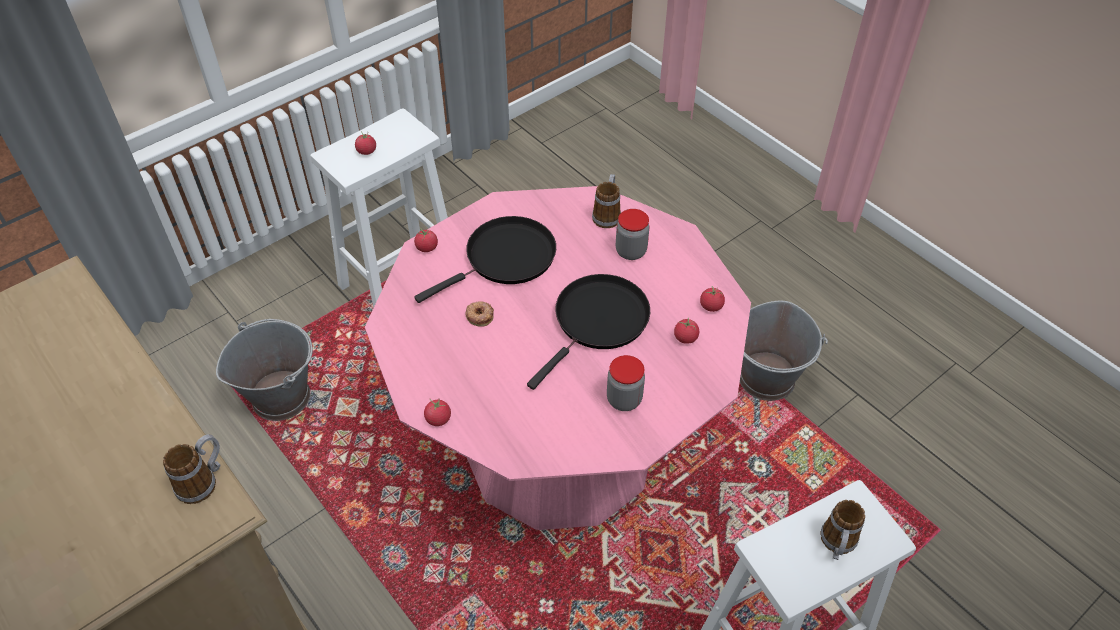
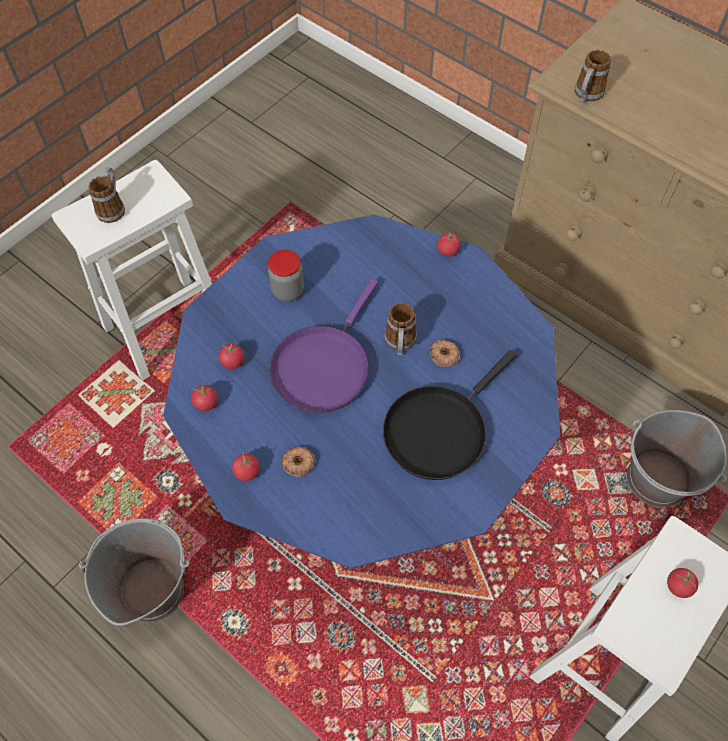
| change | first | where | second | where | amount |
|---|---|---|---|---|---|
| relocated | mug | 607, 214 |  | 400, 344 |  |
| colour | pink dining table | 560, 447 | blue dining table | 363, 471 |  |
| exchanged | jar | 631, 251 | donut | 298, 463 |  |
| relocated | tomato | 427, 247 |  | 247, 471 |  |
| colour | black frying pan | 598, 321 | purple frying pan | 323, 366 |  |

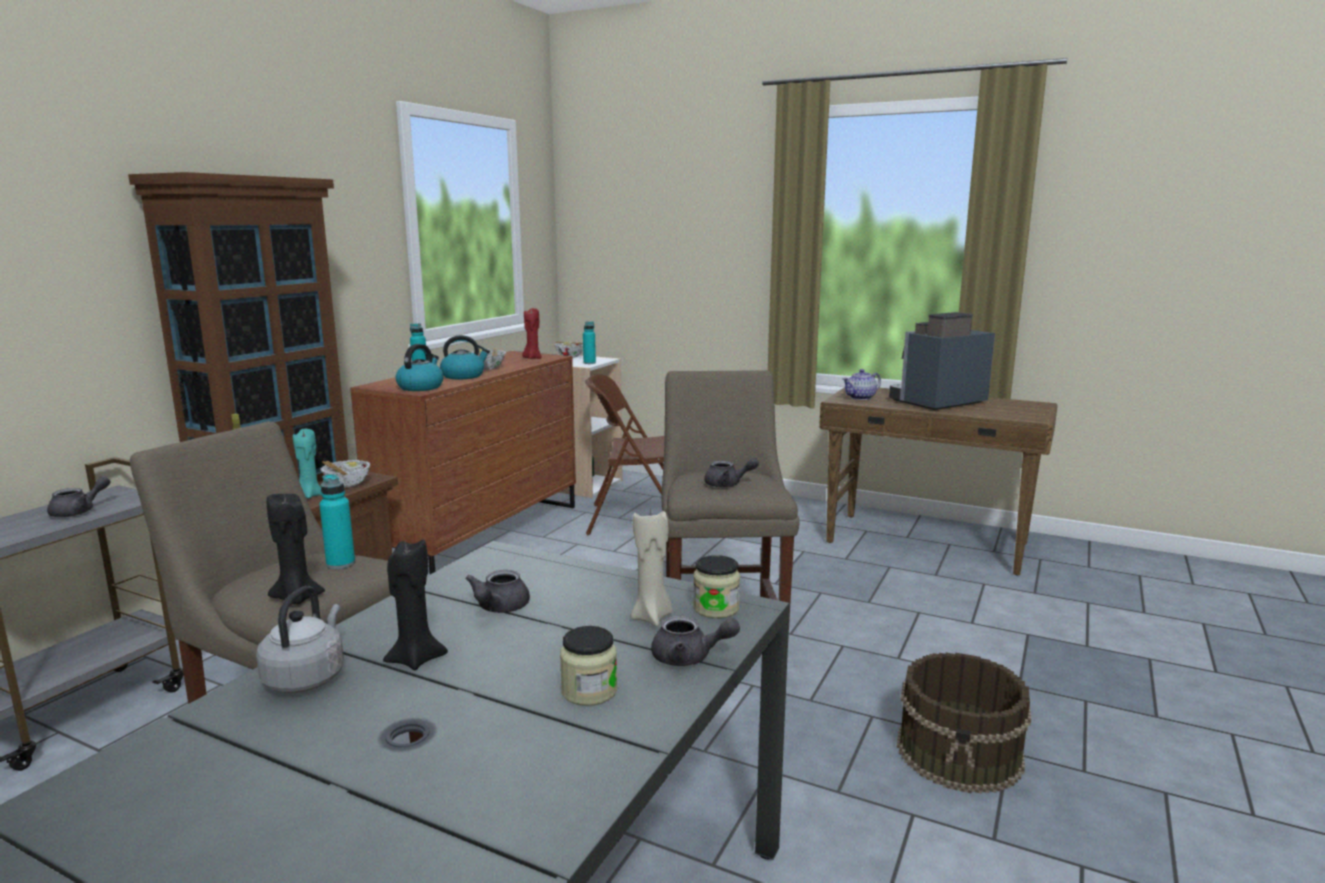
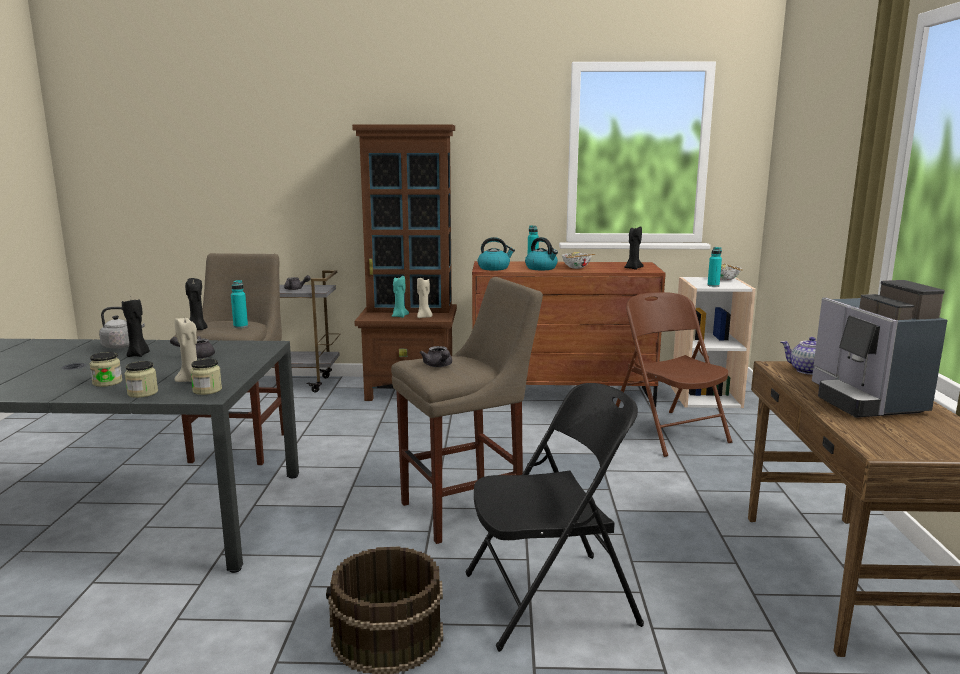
| change | first | where | second | where | amount |
|---|---|---|---|---|---|
| colour | red candle | 532, 358 | black candle | 633, 268 |  |
| spun | coffee machine | 937, 402 |  | 864, 401 | 135 degrees counterclockwise |
| exchanged | bowl | 346, 485 | beige candle | 424, 317 |  |
| exchanged | grey teapot | 689, 658 | jar | 142, 393 |  |
| appeared |  |  | black chair | 549, 599 |  |

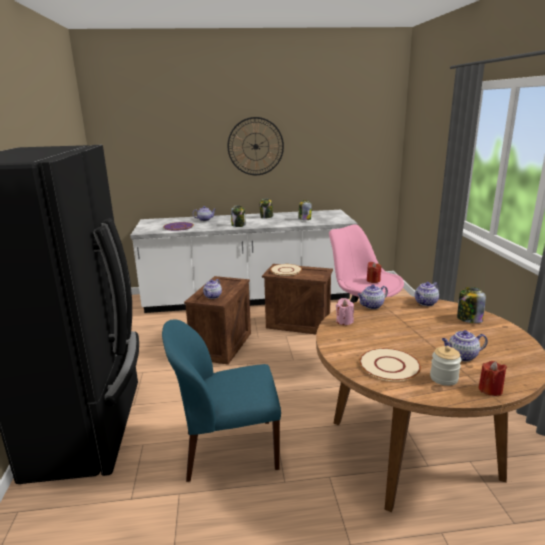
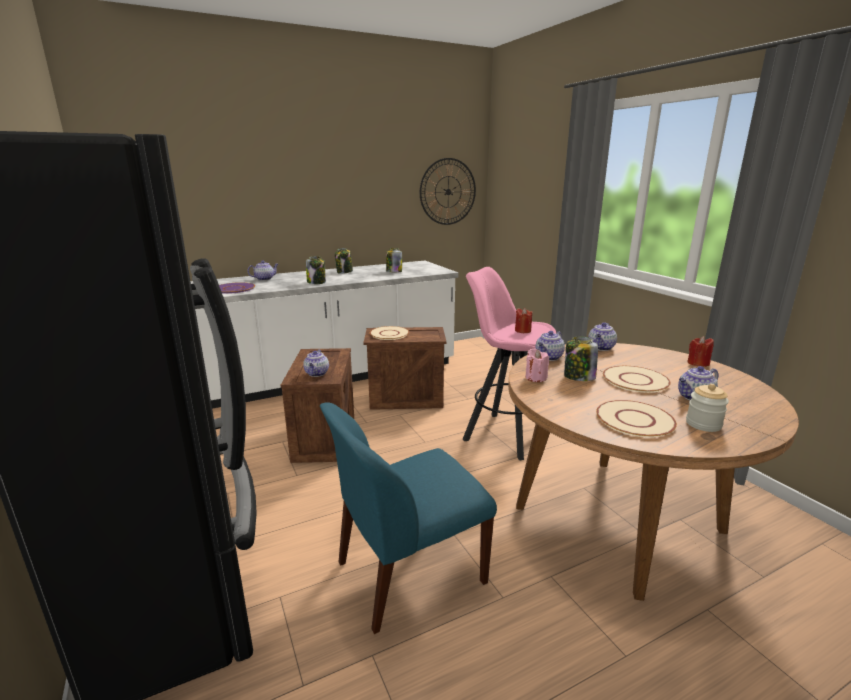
| change | first | where | second | where | amount |
|---|---|---|---|---|---|
| relocated | wall clock | 255, 146 |  | 448, 192 |  |
| relocated | jar | 469, 319 |  | 578, 377 |  |
| relocated | red candle | 490, 389 |  | 698, 363 |  |
| appeared |  |  | beige plate | 635, 380 |  |

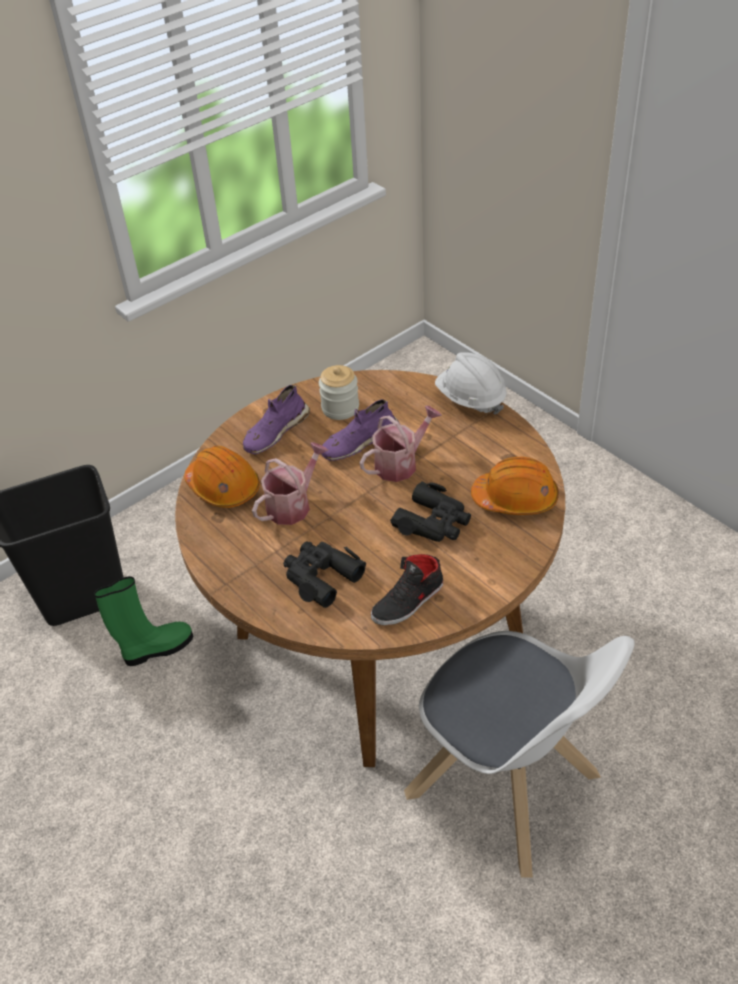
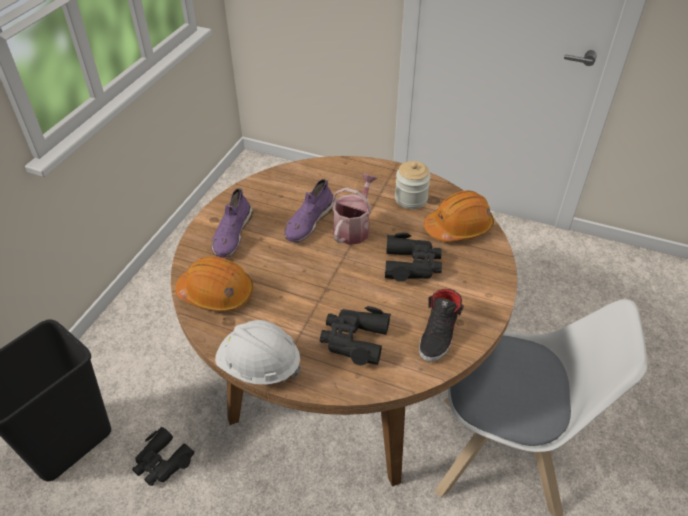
| change | first | where | second | where | amount |
|---|---|---|---|---|---|
| relocated | white hard hat | 470, 399 |  | 259, 366 |  |
| relocated | jar | 340, 408 |  | 411, 199 |  |
| missing | watering can | 293, 504 |  |  |  |
| exchanged | green boot | 156, 649 | black binoculars | 162, 462 |  |

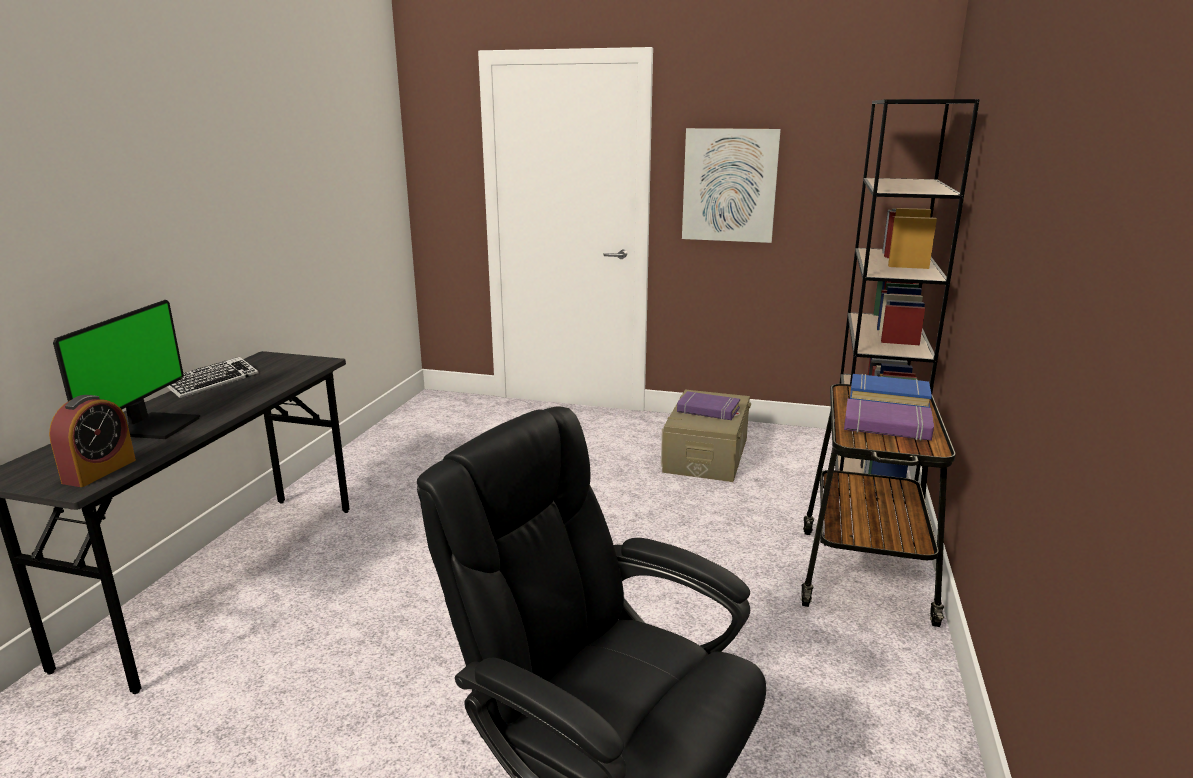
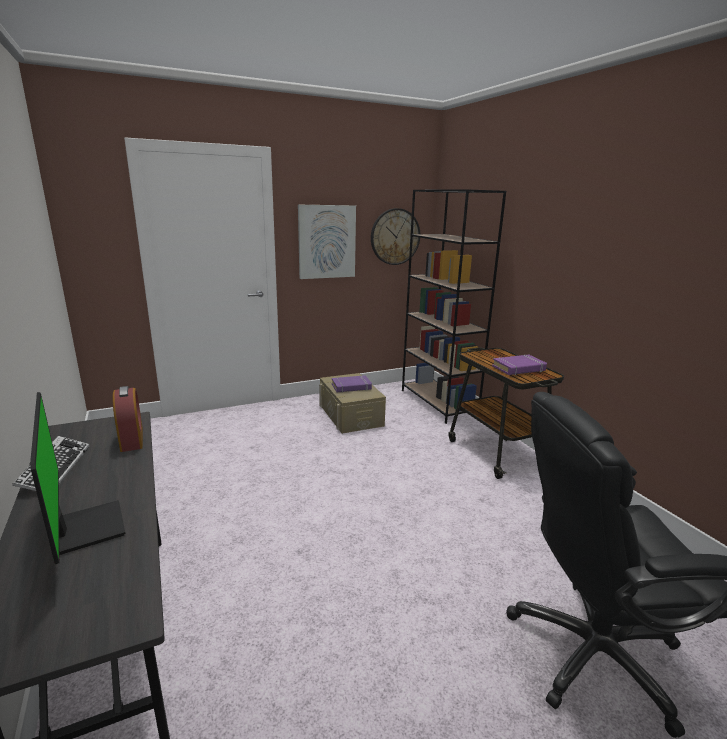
| change | first | where | second | where | amount |
|---|---|---|---|---|---|
| missing | blue book | 888, 397 |  |  |  |
| relocated | alarm clock | 99, 471 |  | 132, 439 |  |
| appeared |  |  | wall clock | 395, 236 |  |

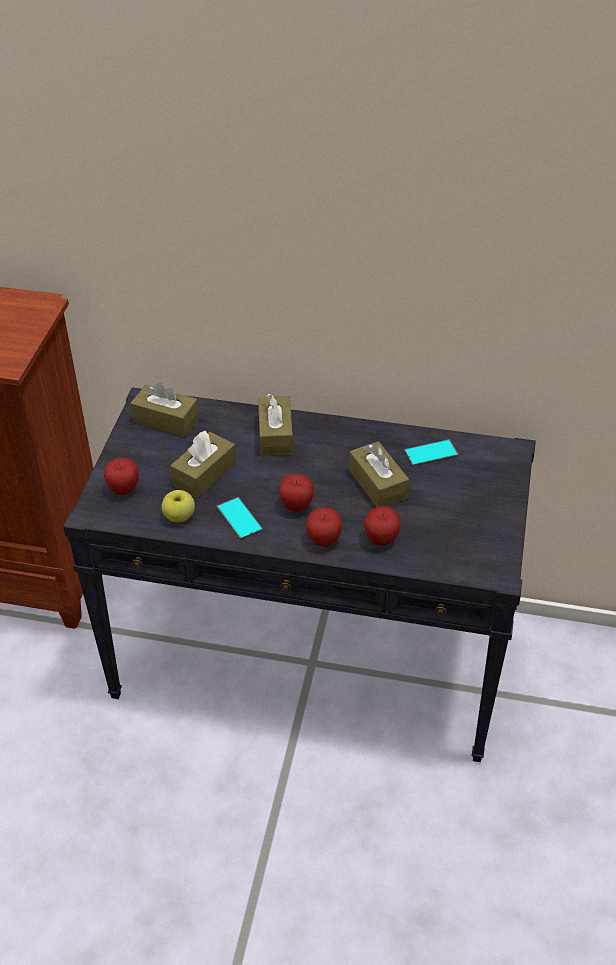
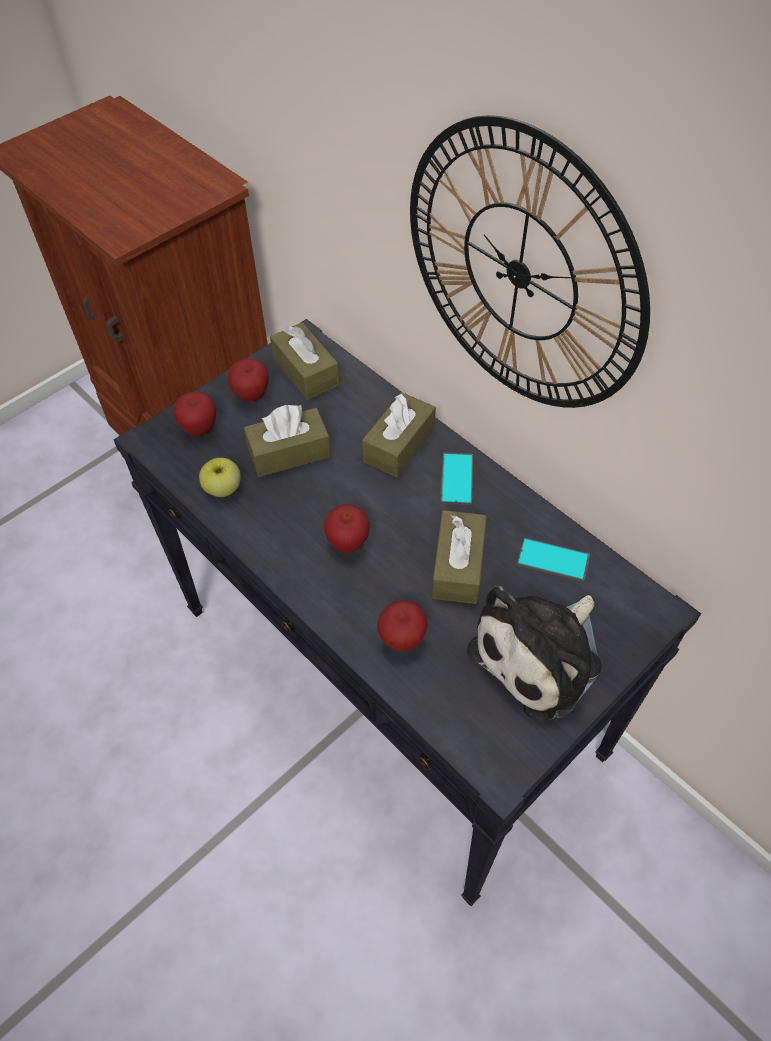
| change | first | where | second | where | amount |
|---|---|---|---|---|---|
| relocated | phone | 239, 519 |  | 456, 479 |  |
| relocated | apple | 324, 541 |  | 251, 396 |  |
| appeared |  |  | wall clock | 519, 273 |  |
| appeared |  |  | plush toy | 541, 655 |  |

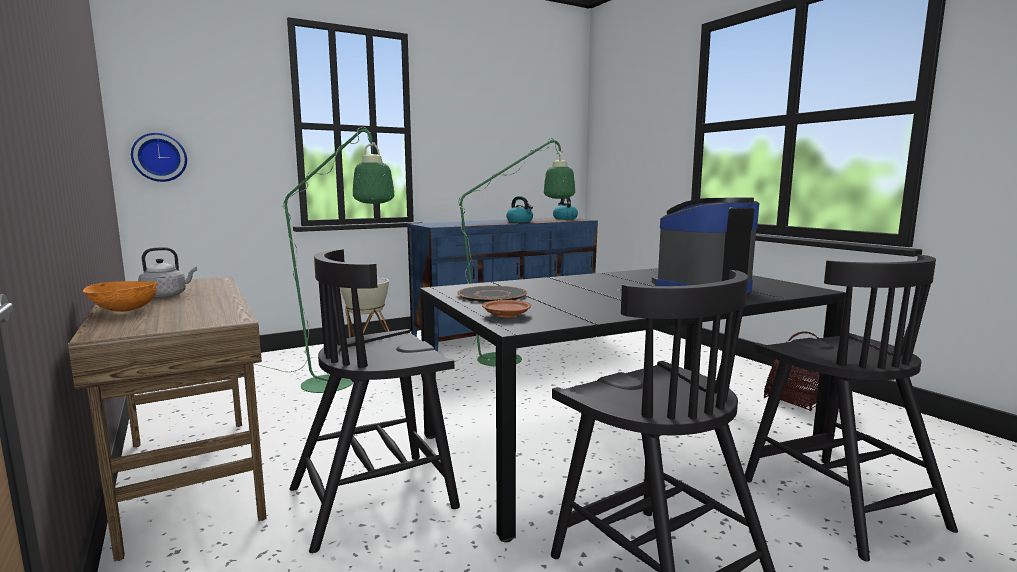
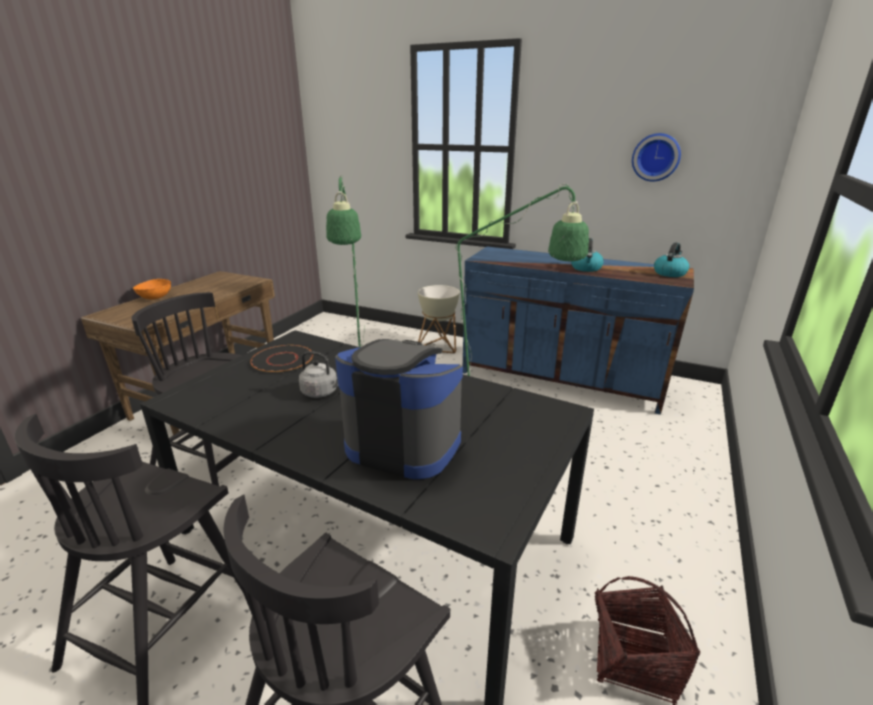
| change | first | where | second | where | amount |
|---|---|---|---|---|---|
| relocated | wall clock | 159, 157 |  | 656, 157 |  |
| relocated | grey kettle | 167, 295 |  | 321, 392 |  |
| missing | brown plate | 506, 315 |  |  |  |

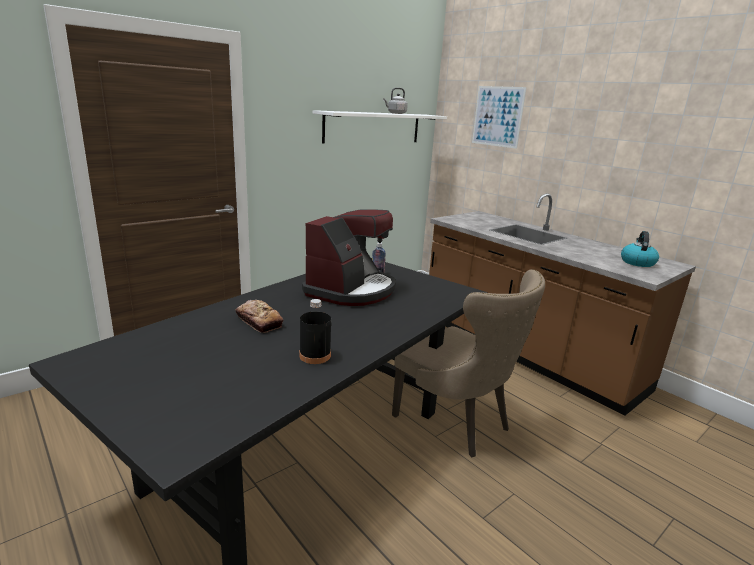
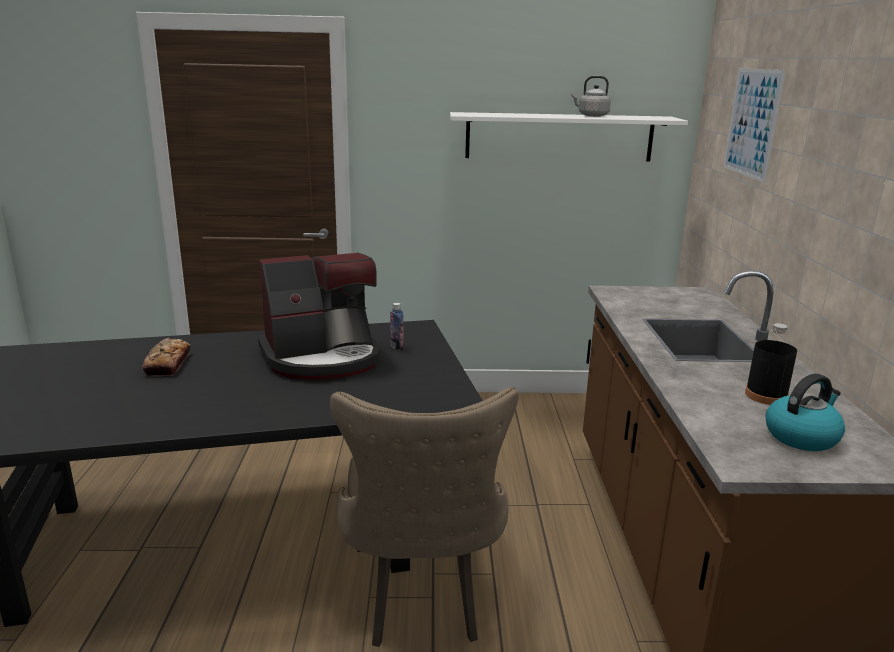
| change | first | where | second | where | amount |
|---|---|---|---|---|---|
| relocated | black bottle | 315, 356 |  | 766, 396 |  |

